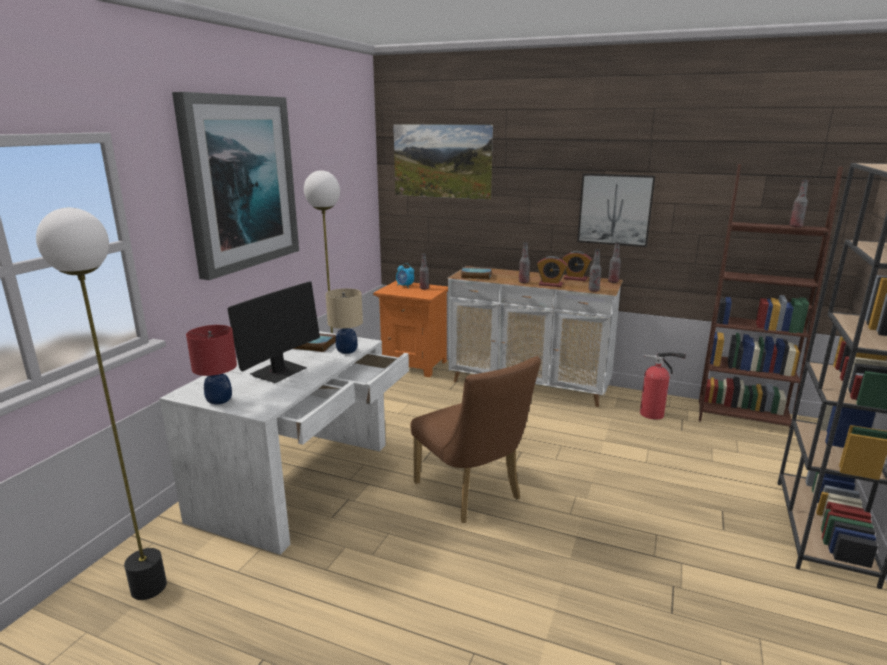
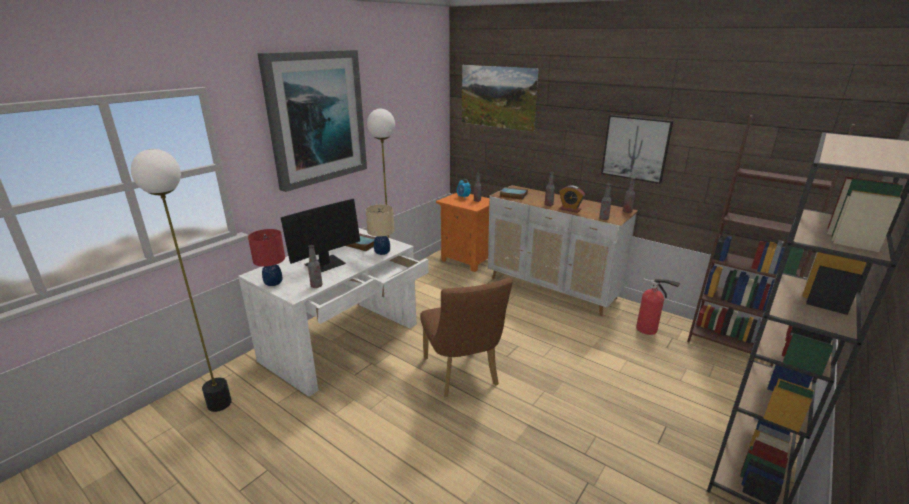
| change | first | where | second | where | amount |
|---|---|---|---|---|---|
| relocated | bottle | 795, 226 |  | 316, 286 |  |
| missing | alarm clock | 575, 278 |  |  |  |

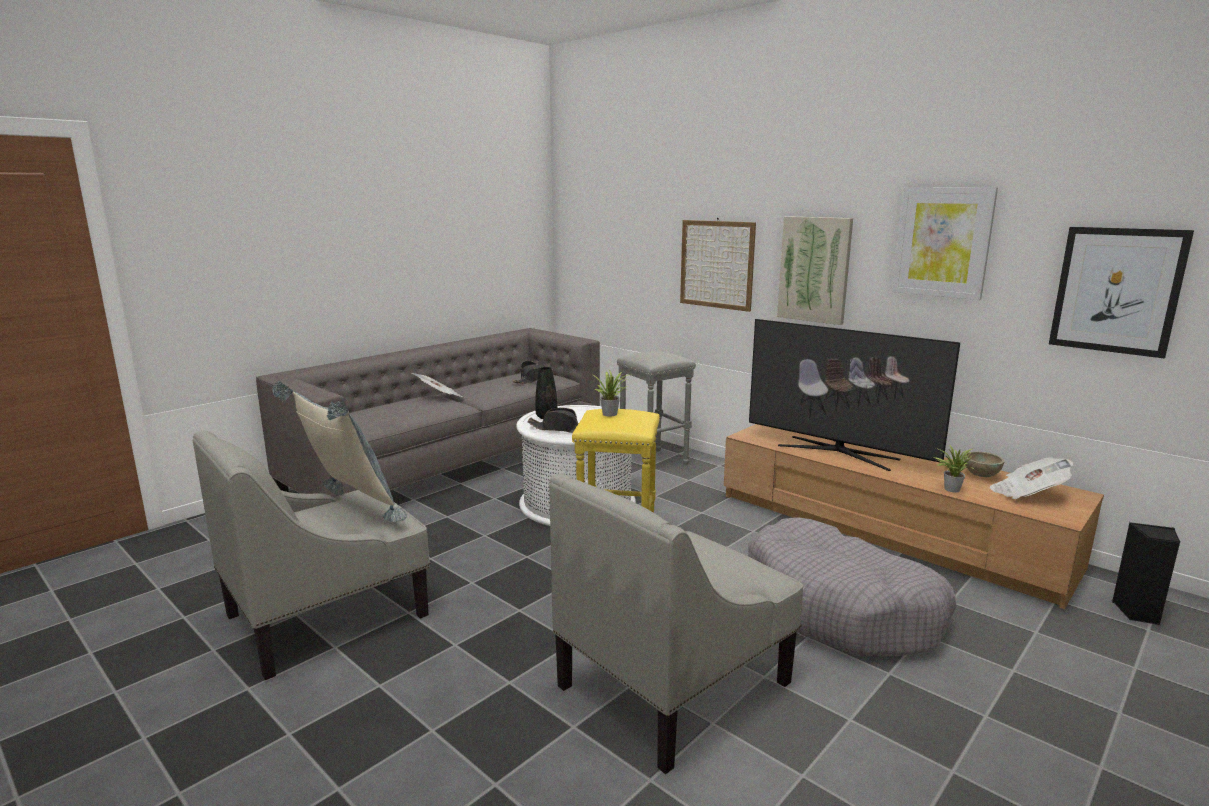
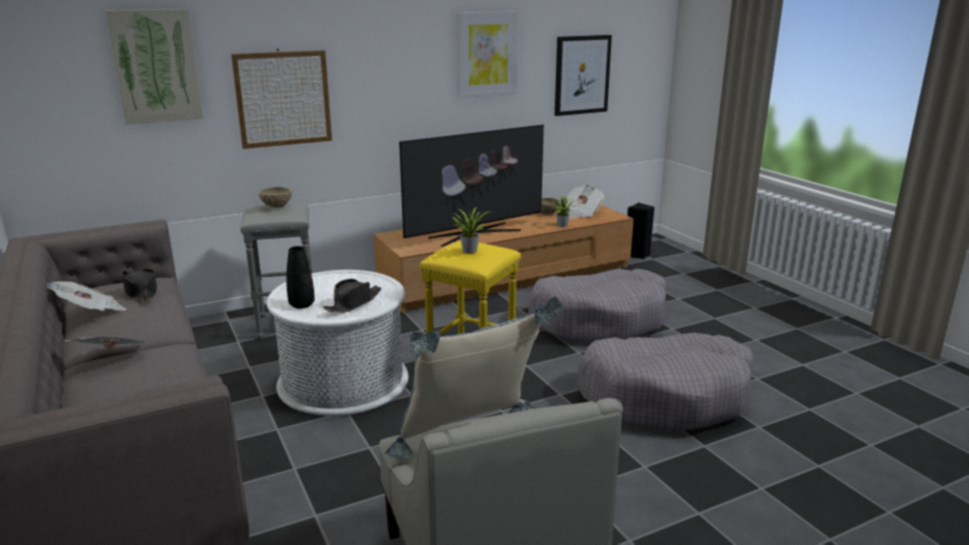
| change | first | where | second | where | amount |
|---|---|---|---|---|---|
| relocated | picture | 814, 269 |  | 156, 66 |  |
| exchanged | grey armchair | 674, 684 | grey dog bed | 665, 397 |  |
| appeared |  |  | beige bowl | 277, 207 |  |
| appeared |  |  | newspaper | 90, 313 |  |

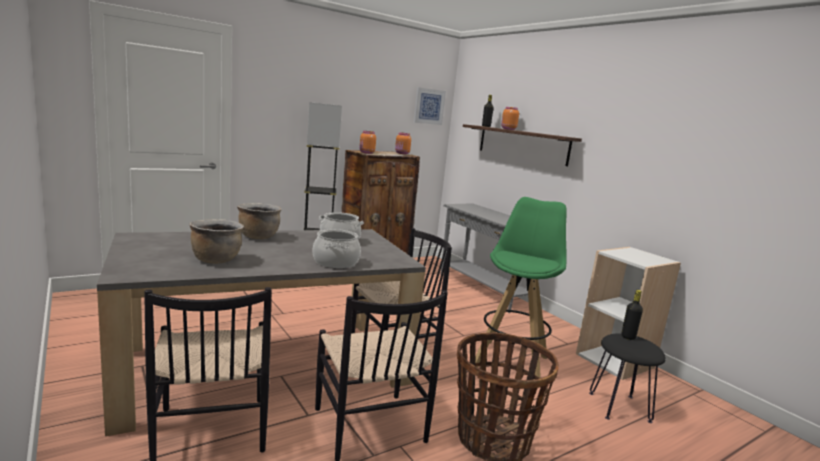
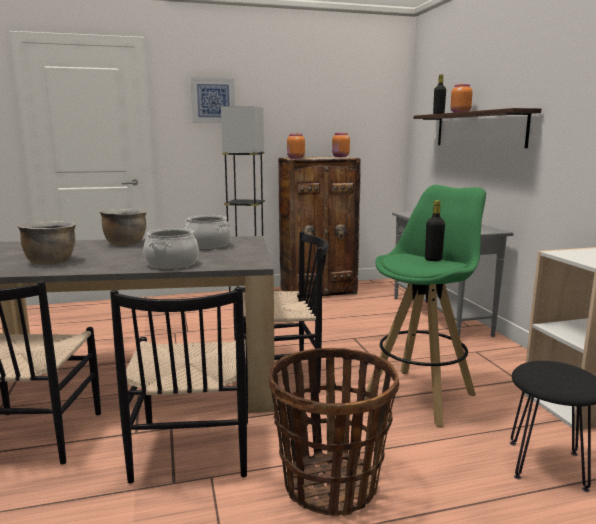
| change | first | where | second | where | amount |
|---|---|---|---|---|---|
| relocated | picture | 429, 106 |  | 213, 100 |  |
| relocated | black bottle | 628, 337 |  | 433, 259 |  |

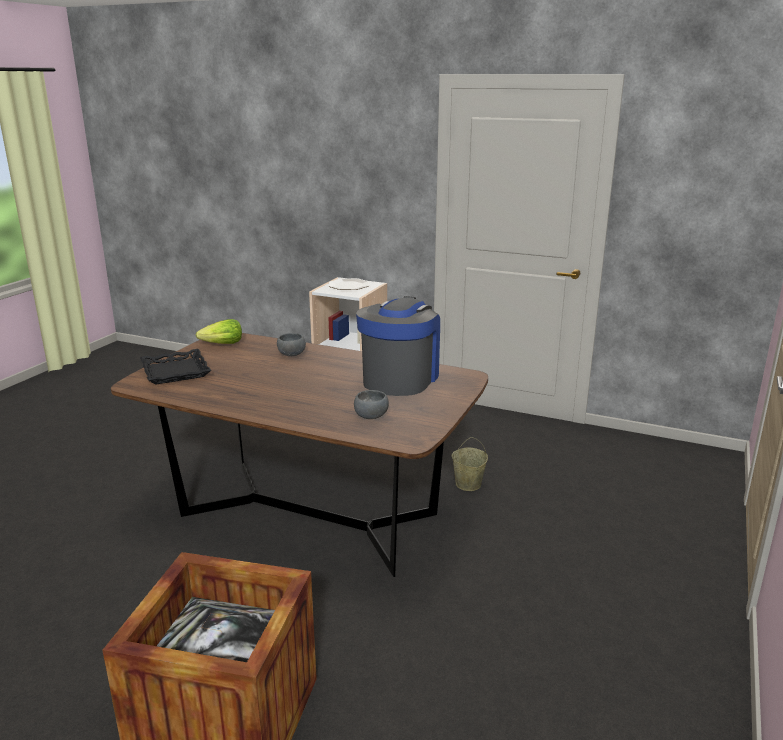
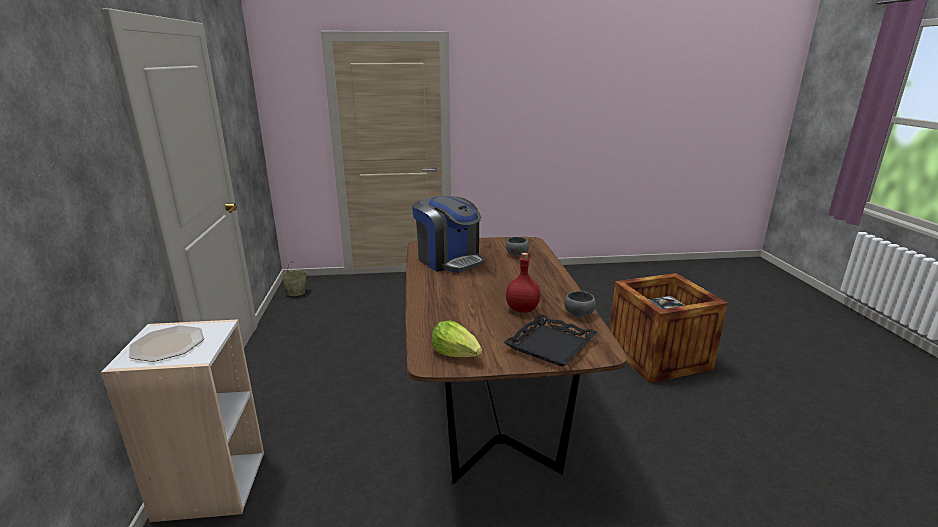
| change | first | where | second | where | amount |
|---|---|---|---|---|---|
| spun | coffee machine | 400, 378 |  | 449, 260 | 120 degrees counterclockwise |
| relocated | grey bowl | 291, 354 |  | 579, 314 |  |
| relocated | beige bucket | 468, 484 |  | 297, 292 |  |
| appeared |  |  | red bottle | 521, 309 |  |

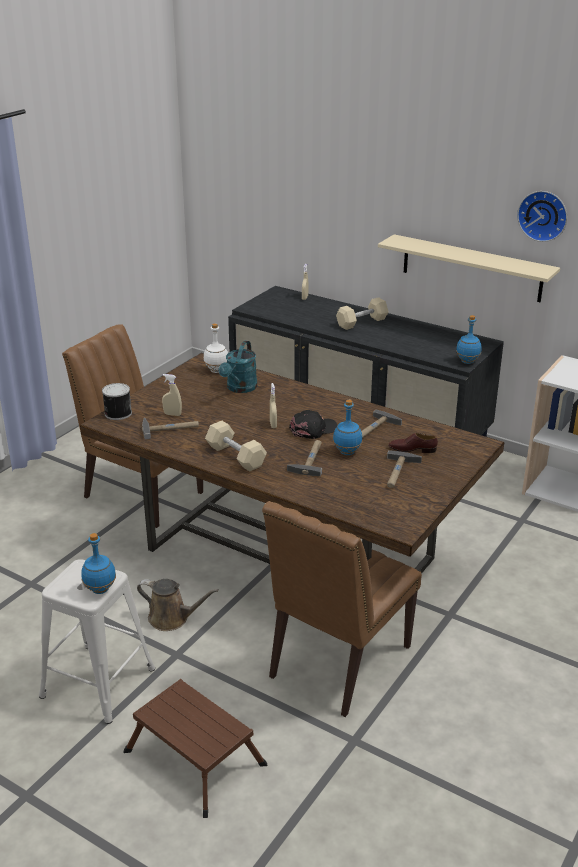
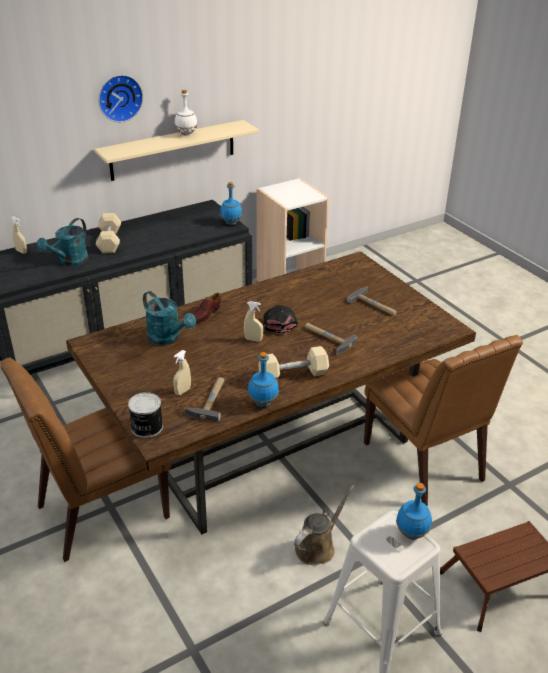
| change | first | where | second | where | amount |
|---|---|---|---|---|---|
| relocated | wall clock | 543, 215 |  | 119, 97 |  |
| relocated | white bottle | 217, 370 |  | 186, 134 |  |
| relocated | blue bottle | 347, 452 |  | 263, 402 |  |
| missing | hammer | 374, 429 |  |  |  |
| relocated | brown shoe | 412, 449 |  | 205, 314 |  |
| appeared |  |  | turquoise watering can | 69, 261 |  |

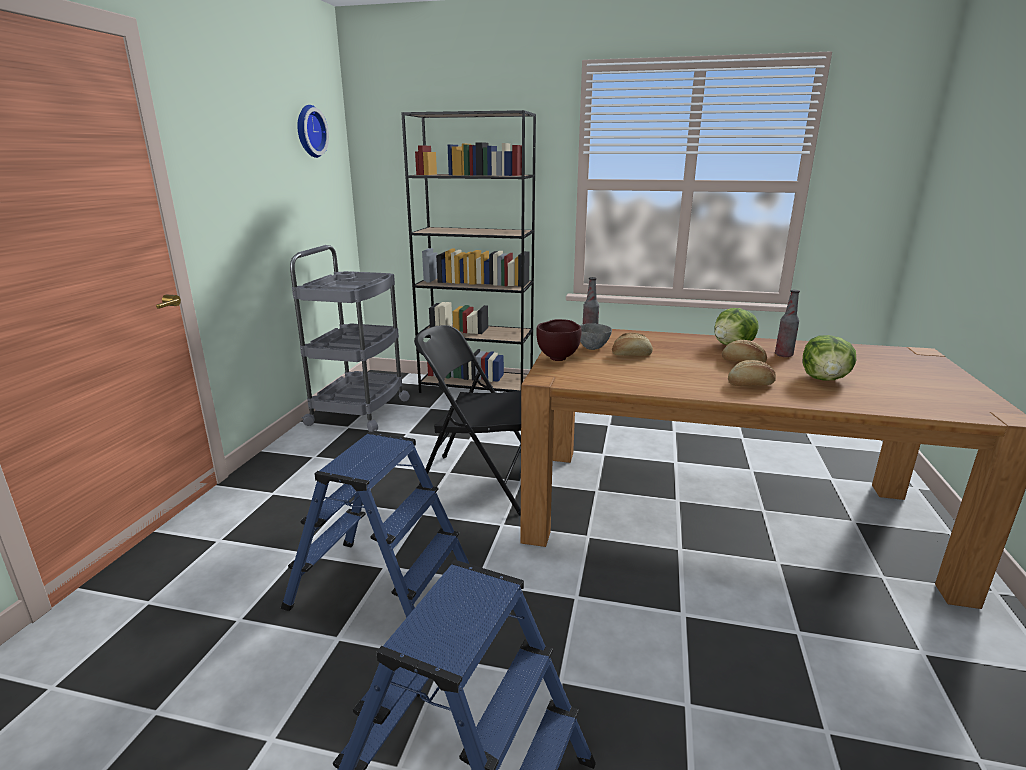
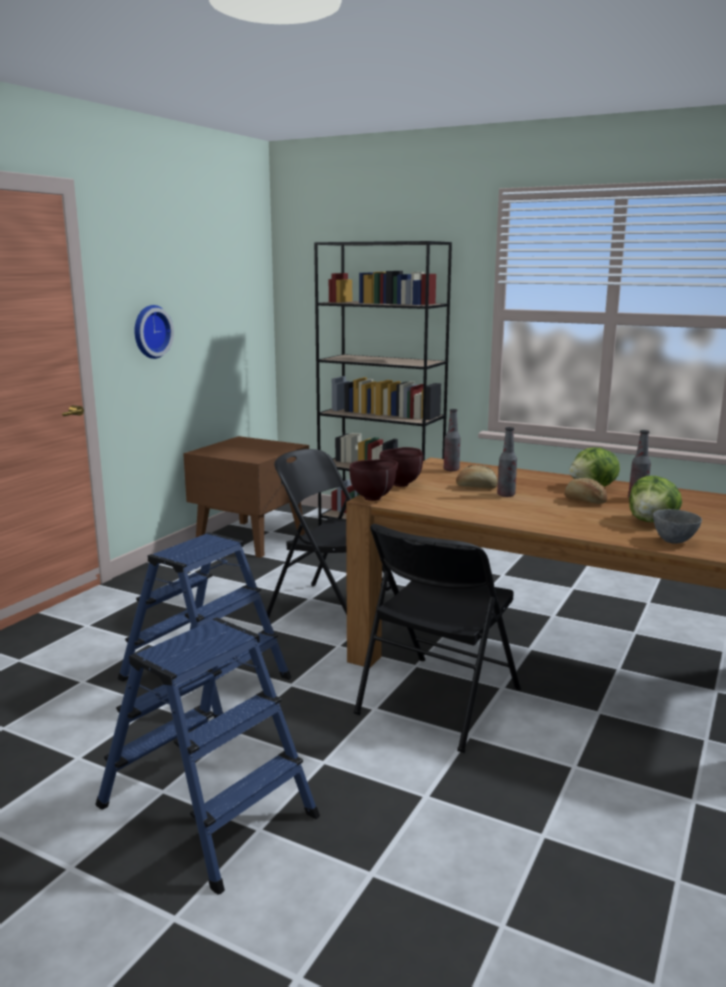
| change | first | where | second | where | amount |
|---|---|---|---|---|---|
| relocated | wall clock | 309, 131 |  | 150, 331 |  |
| exchanged | grey cart | 360, 412 | brown nightstand | 252, 538 |  |
| relocated | grey bowl | 593, 348 |  | 674, 541 |  |
| missing | bread | 751, 385 |  |  |  |
| appeared |  |  | bottle | 506, 495 |  |
| appeared |  |  | brown bowl | 374, 498 |  |
| appeared |  |  | black chair | 438, 701 |  |

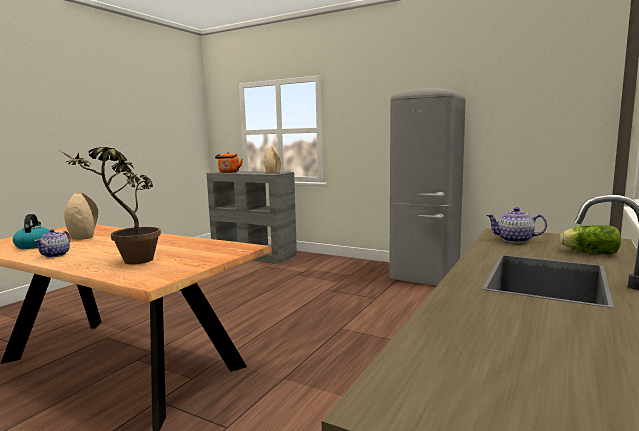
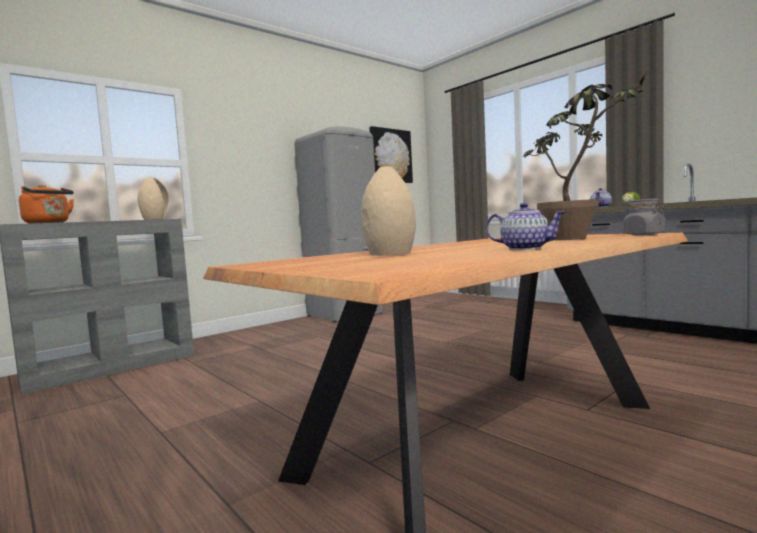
| change | first | where | second | where | amount |
|---|---|---|---|---|---|
| missing | kettle | 34, 245 |  |  |  |
| appeared |  |  | picture | 390, 156 |  |
| appeared |  |  | grey jar | 643, 235 |  |

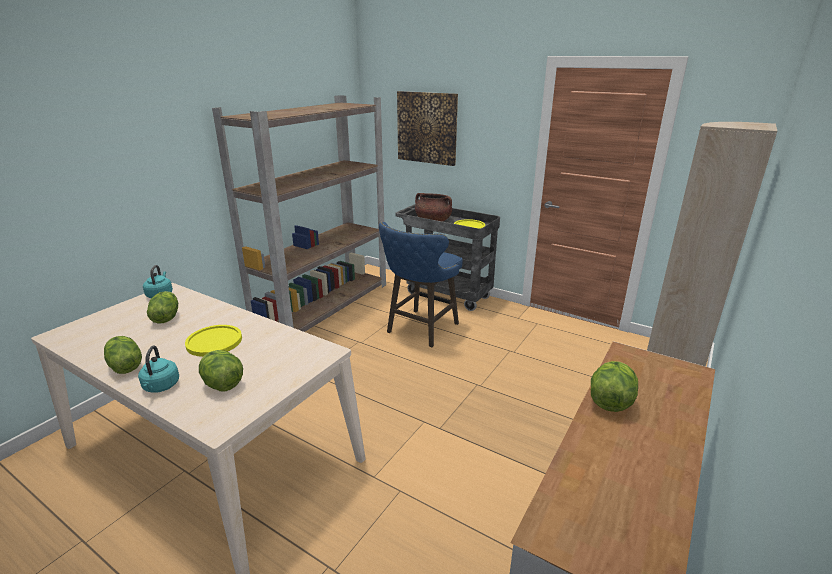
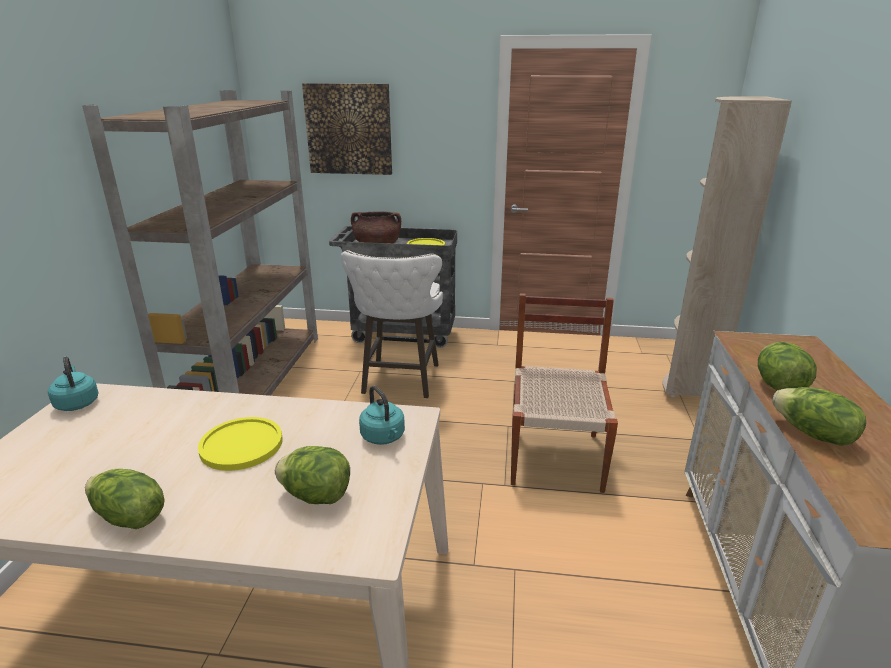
| change | first | where | second | where | amount |
|---|---|---|---|---|---|
| colour | blue stool | 421, 329 | white stool | 400, 381 |  |
| relocated | lettuce | 165, 318 |  | 812, 434 |  |
| relocated | turquoise kettle | 160, 387 |  | 384, 437 |  |
| appeared |  |  | chair | 555, 456 |  |

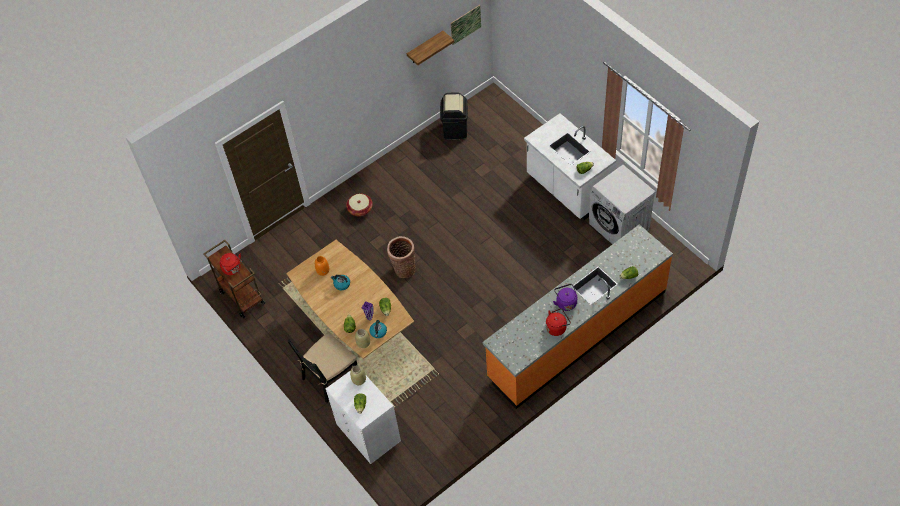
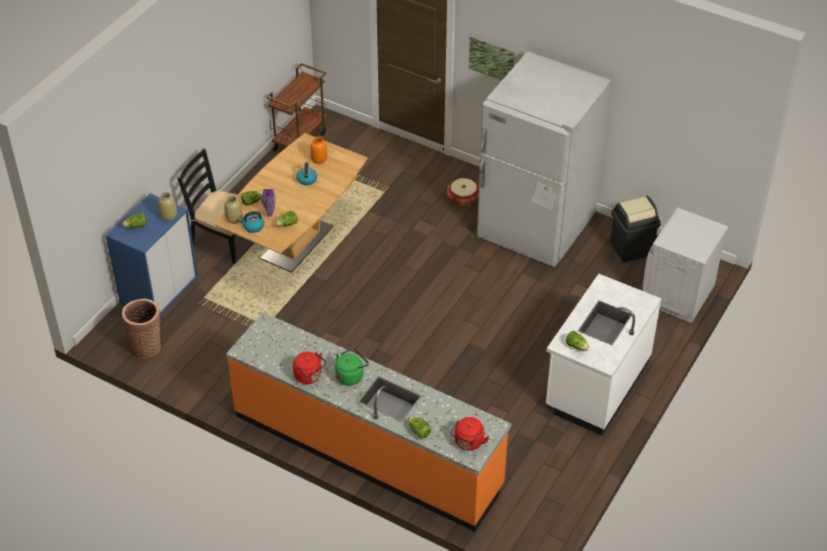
| change | first | where | second | where | amount |
|---|---|---|---|---|---|
| relocated | picture | 465, 24 |  | 491, 59 |  |
| missing | shelf | 425, 48 |  |  |  |
| relocated | white washing machine | 619, 228 |  | 677, 295 |  |
| relocated | basket | 403, 268 |  | 147, 346 |  |
| relocated | red kettle | 233, 269 |  | 468, 443 |  |
| colour | purple kettle | 565, 302 | green kettle | 351, 376 |  |
| colour | white cabinet | 368, 434 | blue cabinet | 160, 293 |  |
| appeared |  |  | white fridge | 536, 226 |  |

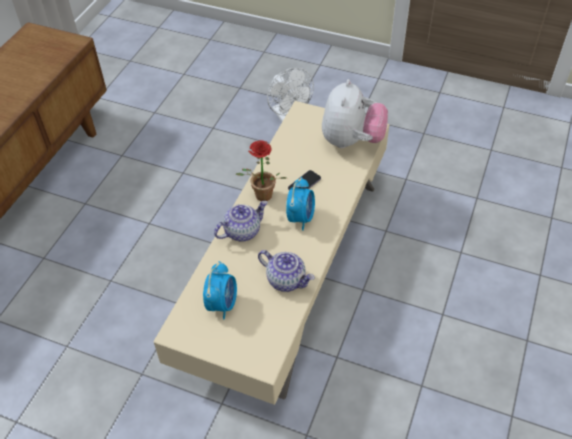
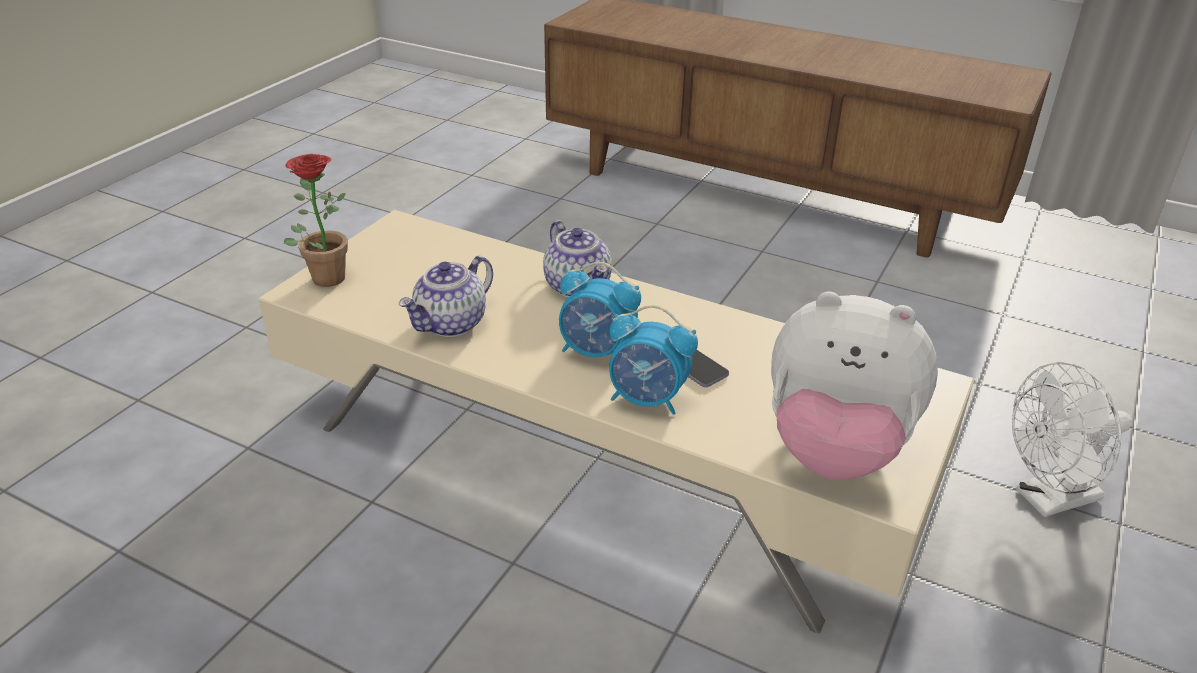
| change | first | where | second | where | amount |
|---|---|---|---|---|---|
| relocated | potted plant | 261, 197 |  | 324, 275 |  |
| relocated | alarm clock | 222, 304 |  | 648, 400 |  |

